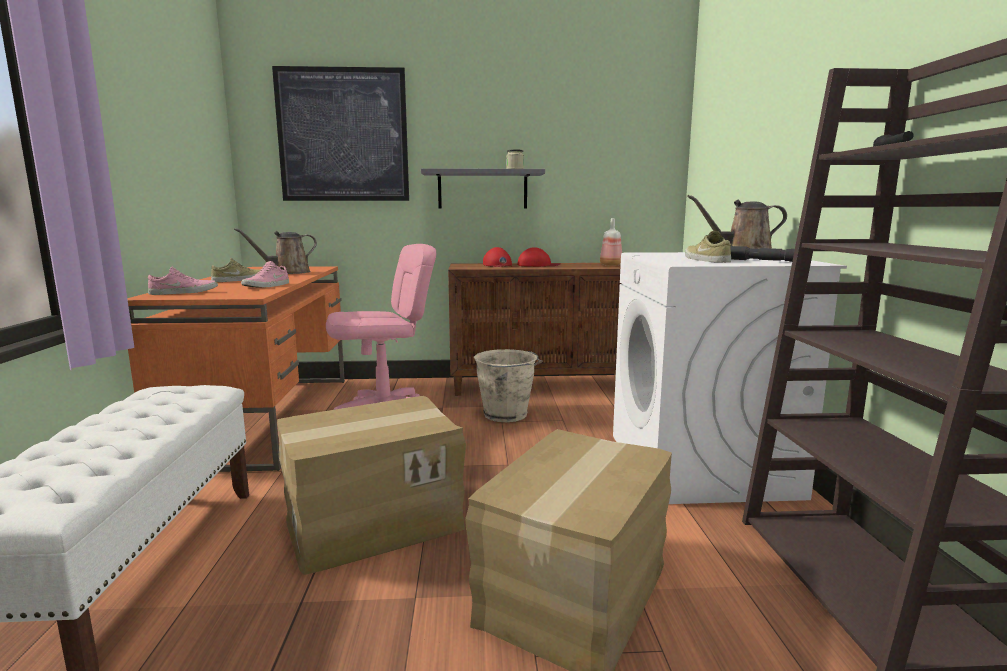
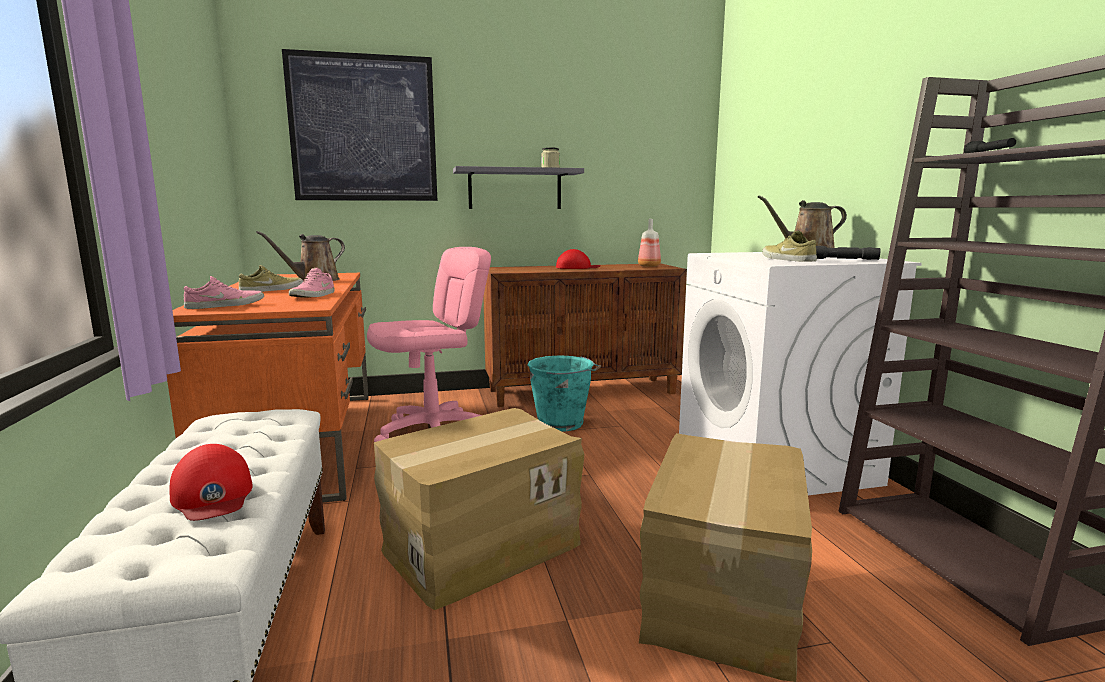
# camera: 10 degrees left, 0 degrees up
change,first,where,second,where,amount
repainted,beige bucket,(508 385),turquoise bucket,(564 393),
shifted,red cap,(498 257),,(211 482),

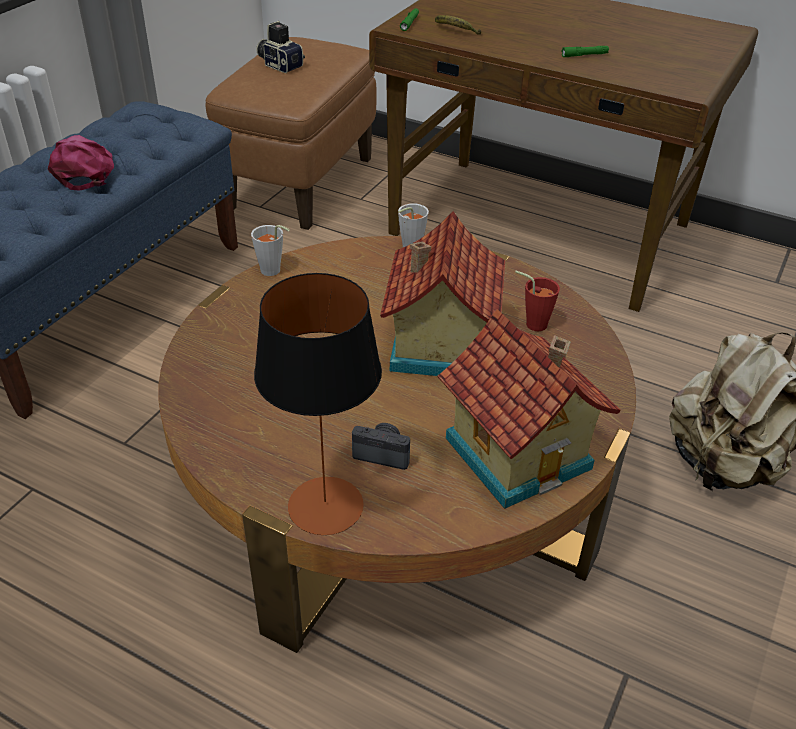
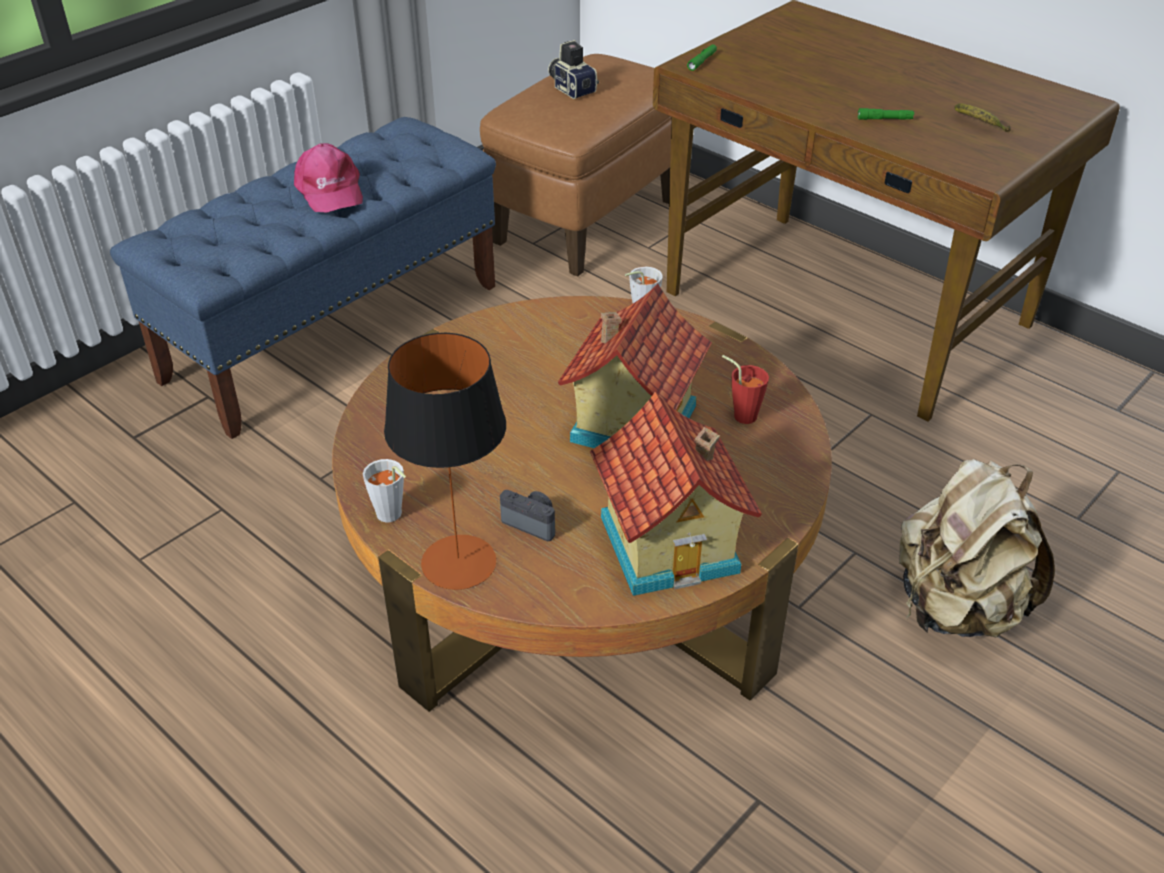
# camera: 15 degrees right, 0 degrees up
change,first,where,second,where,amount
rotated,pink cap,(81 163),,(328 178),150 degrees clockwise
shifted,grey cup,(270 250),,(384 491),
shifted,banana,(458 25),,(982 117),

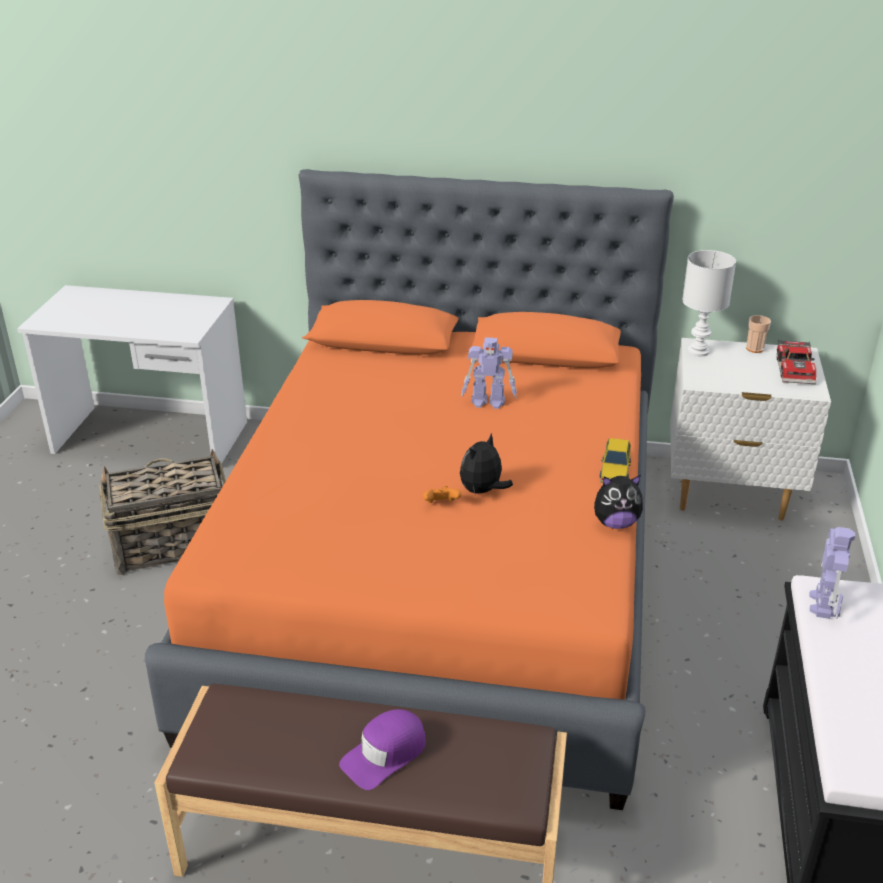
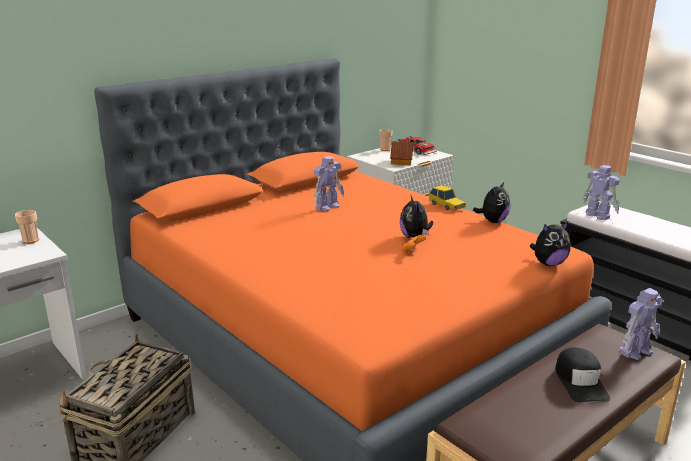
# camera: 50 degrees left, 10 degrees down
change,first,where,second,where,amount
repainted,purple cap,(382 749),black cap,(582 374),
gone,white table lamp,(709 303),,,
new,,,cup,(27 227),
new,,,toy house,(401 153),
new,,,plush toy,(550 243),
new,,,toy robot,(641 324),

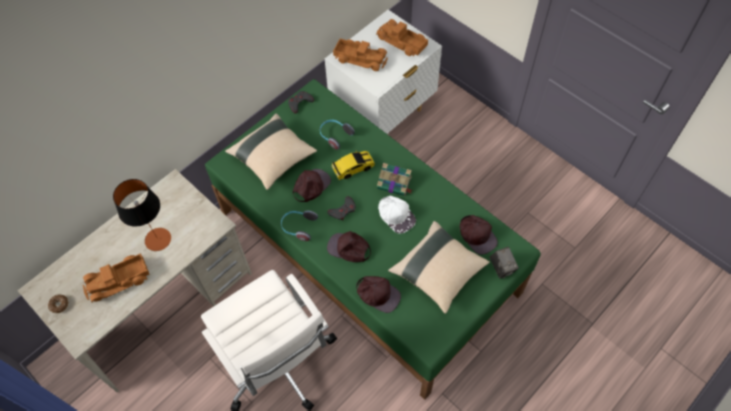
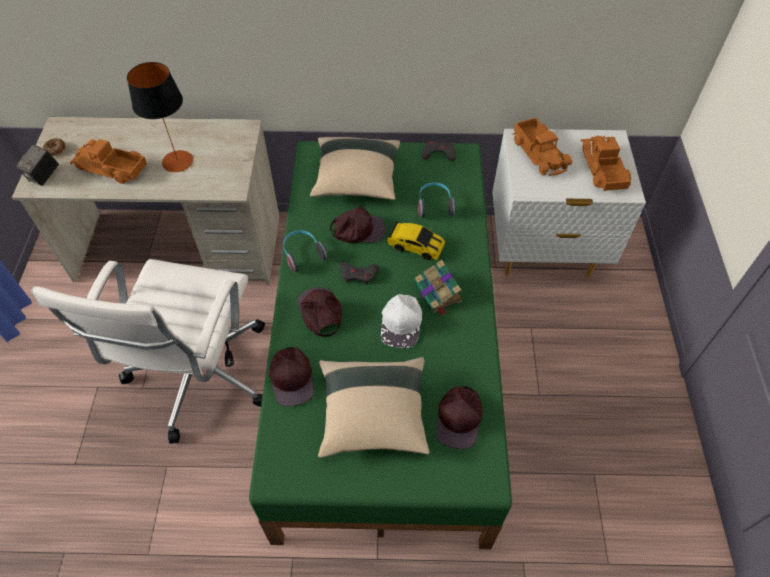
# camera: 45 degrees right, 5 degrees down
change,first,where,second,where,amount
shifted,photo camera,(504 263),,(37 165),

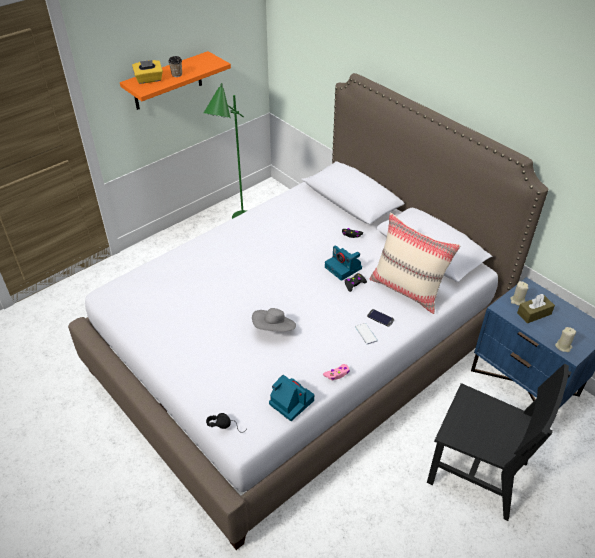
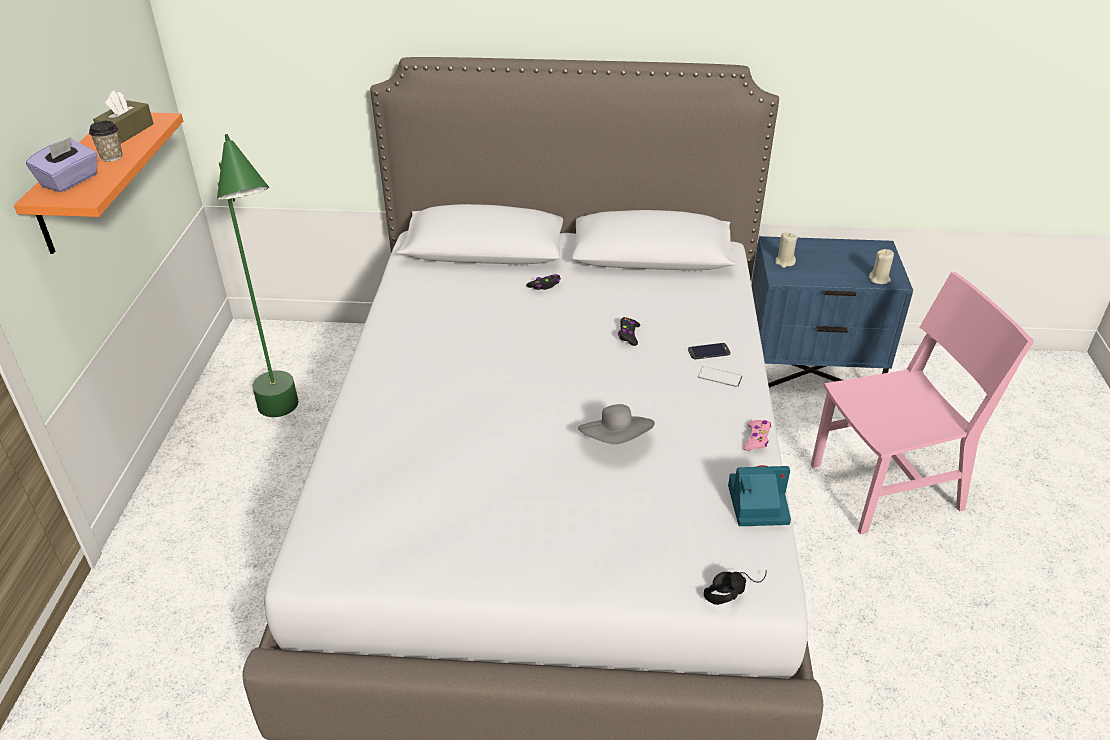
# camera: 45 degrees left, 5 degrees down
change,first,where,second,where,amount
repainted,yellow tissue box,(147 72),purple tissue box,(62 164),
gone,photo camera,(343 263),,,
gone,beige pillow,(415 263),,,
repainted,black chair,(499 442),pink chair,(922 403),
shifted,brown tissue box,(536 308),,(123 117),

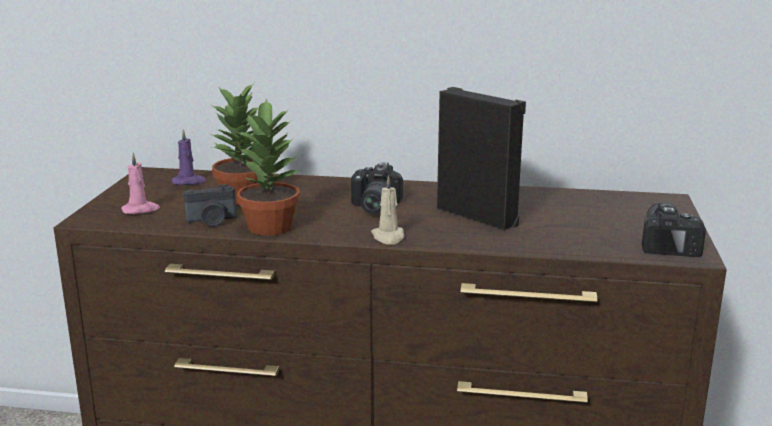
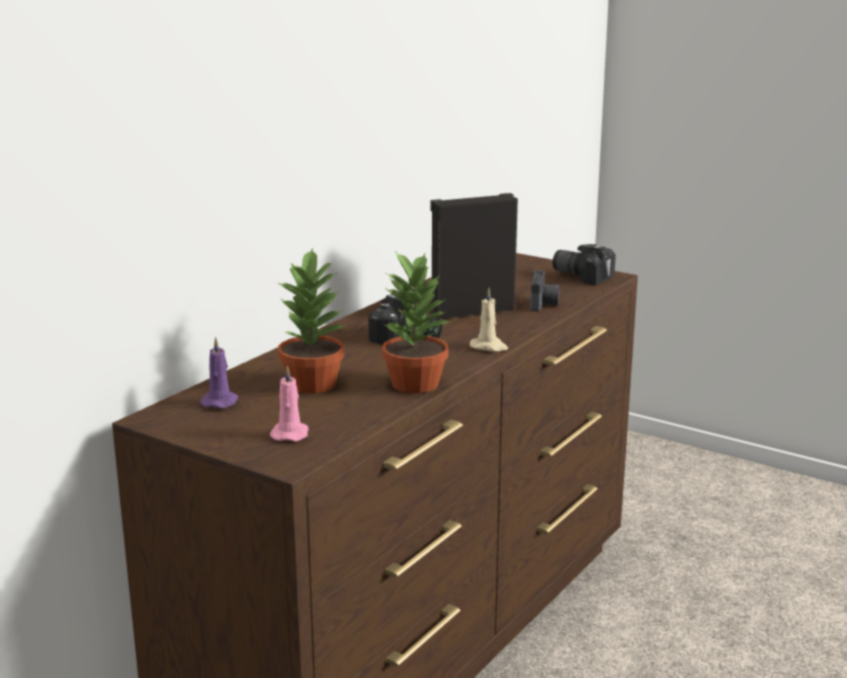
# camera: 65 degrees left, 0 degrees up
change,first,where,second,where,amount
shifted,photo camera,(210 205),,(545 290),

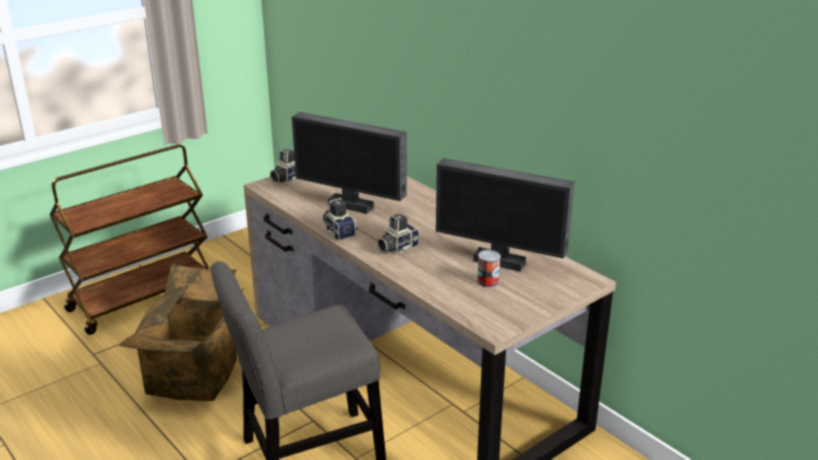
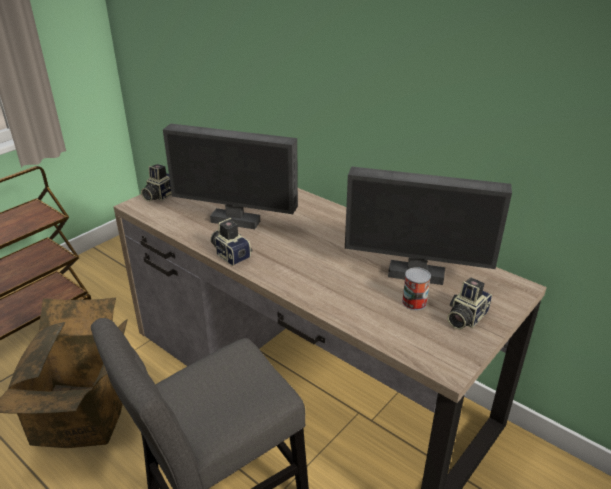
# camera: 10 degrees left, 5 degrees up
change,first,where,second,where,amount
shifted,photo camera,(398 234),,(469 303),

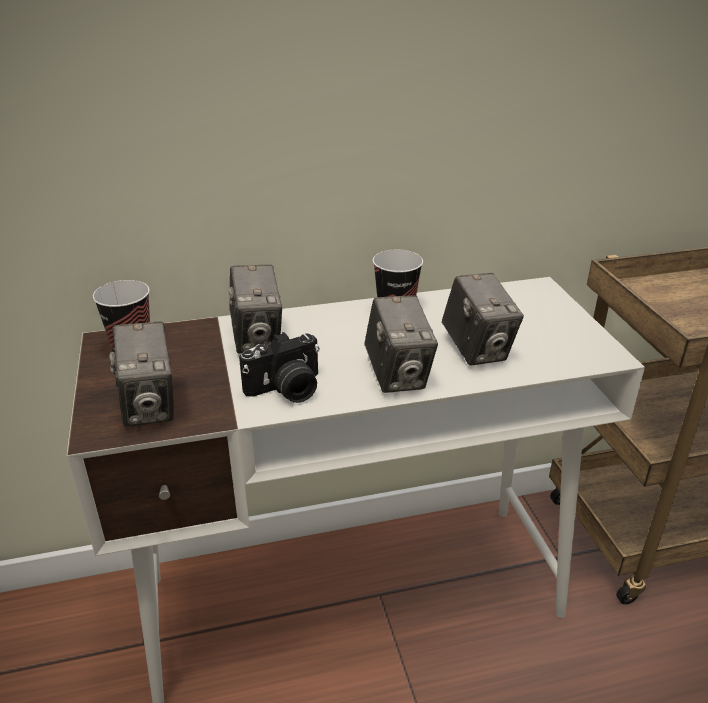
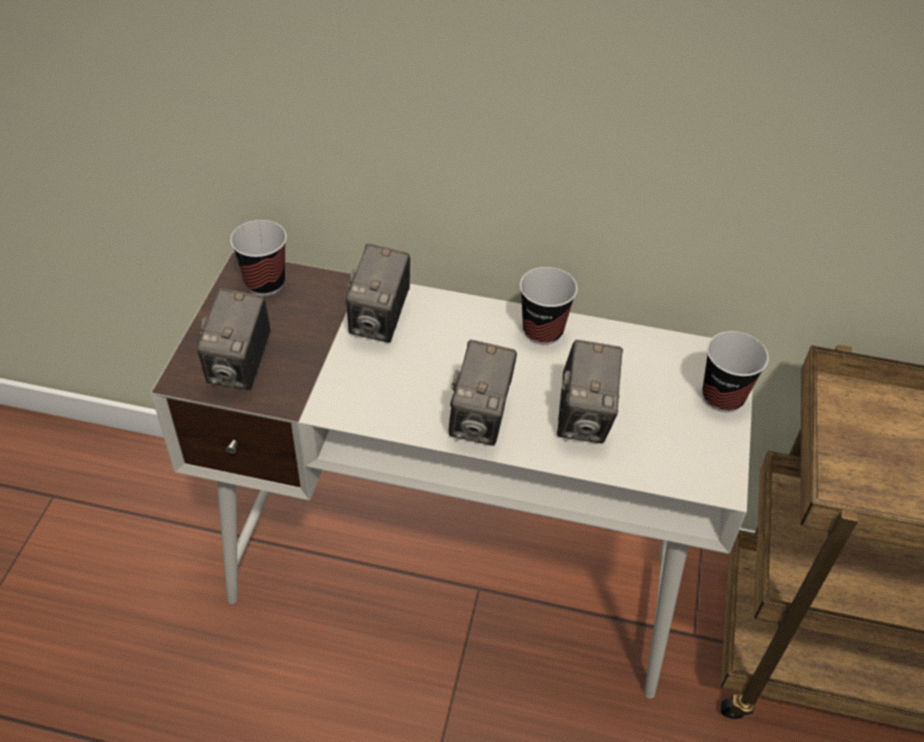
# camera: 25 degrees right, 15 degrees up
change,first,where,second,where,amount
gone,photo camera,(279 367),,,
new,,,cup,(735 371),

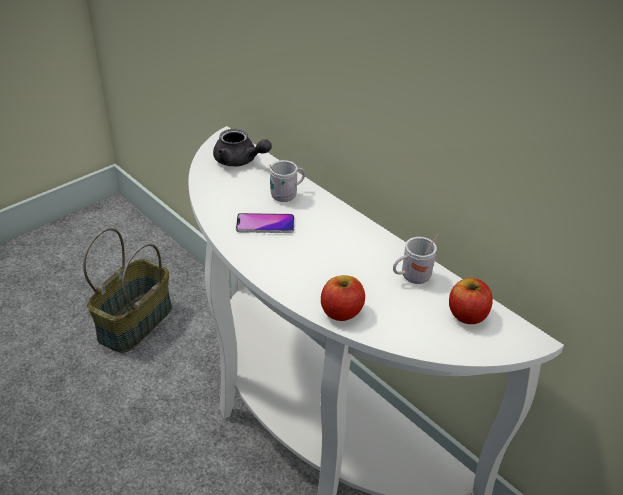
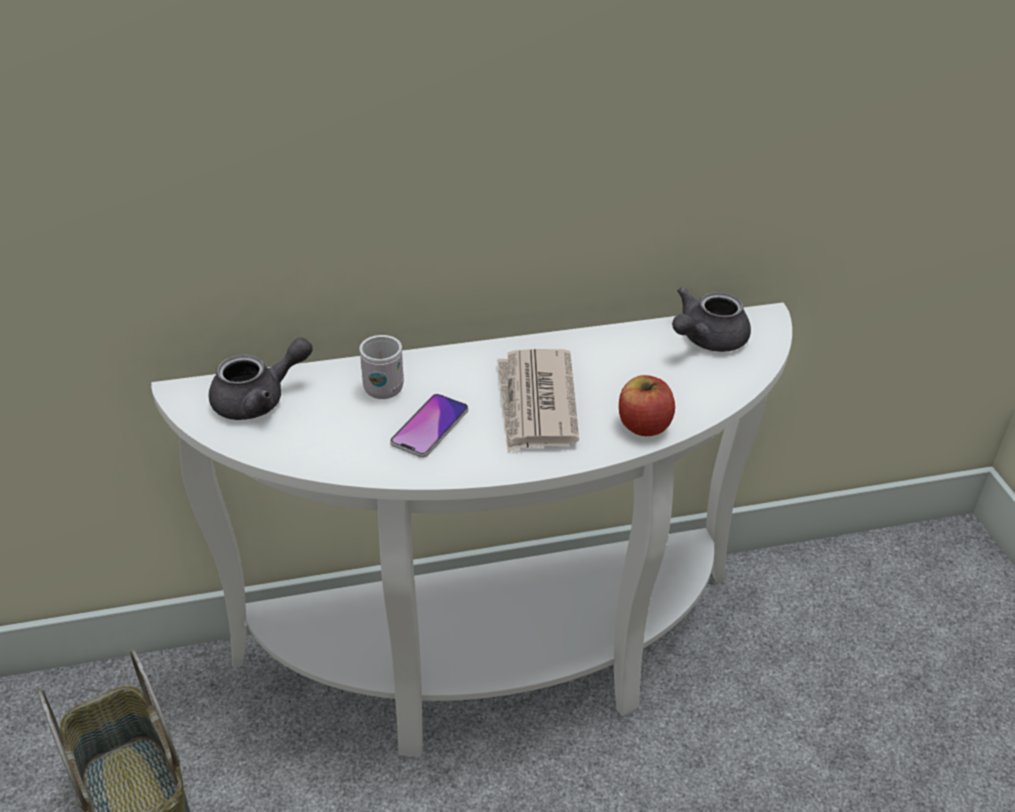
# camera: 60 degrees left, 0 degrees up
change,first,where,second,where,amount
gone,white mug,(416 259),,,
swapped,apple,(471 301),grey teapot,(711 319),
new,,,newspaper,(538 400),

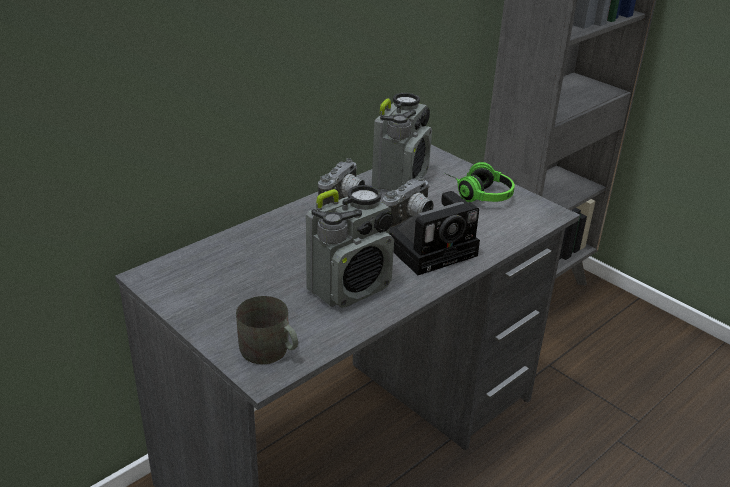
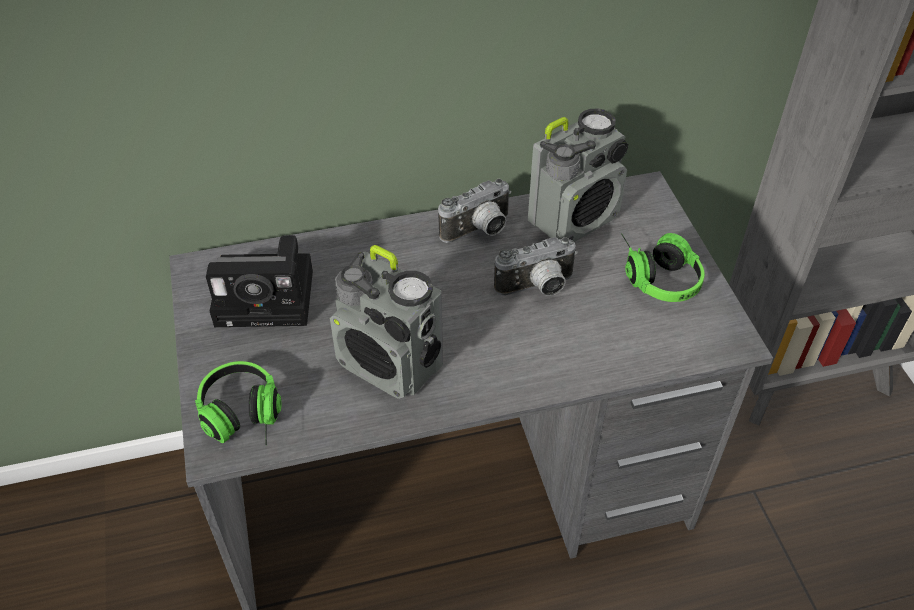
# camera: 30 degrees right, 15 degrees up
change,first,where,second,where,amount
swapped,grey mug,(267 330),headphones,(238 403),
rotated,radio,(350 246),,(386 322),45 degrees clockwise
shifted,photo camera,(434 233),,(259 281),

